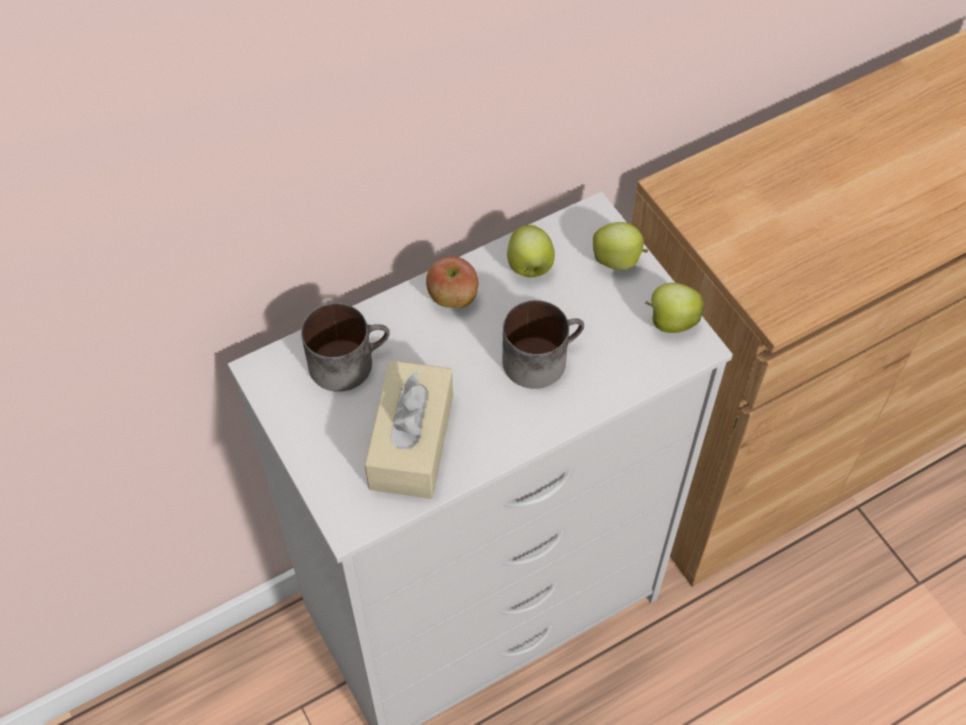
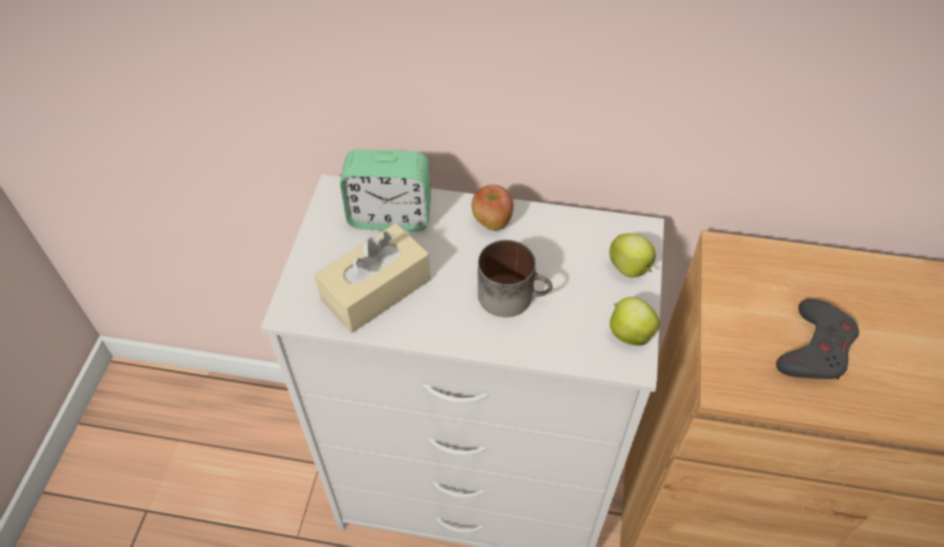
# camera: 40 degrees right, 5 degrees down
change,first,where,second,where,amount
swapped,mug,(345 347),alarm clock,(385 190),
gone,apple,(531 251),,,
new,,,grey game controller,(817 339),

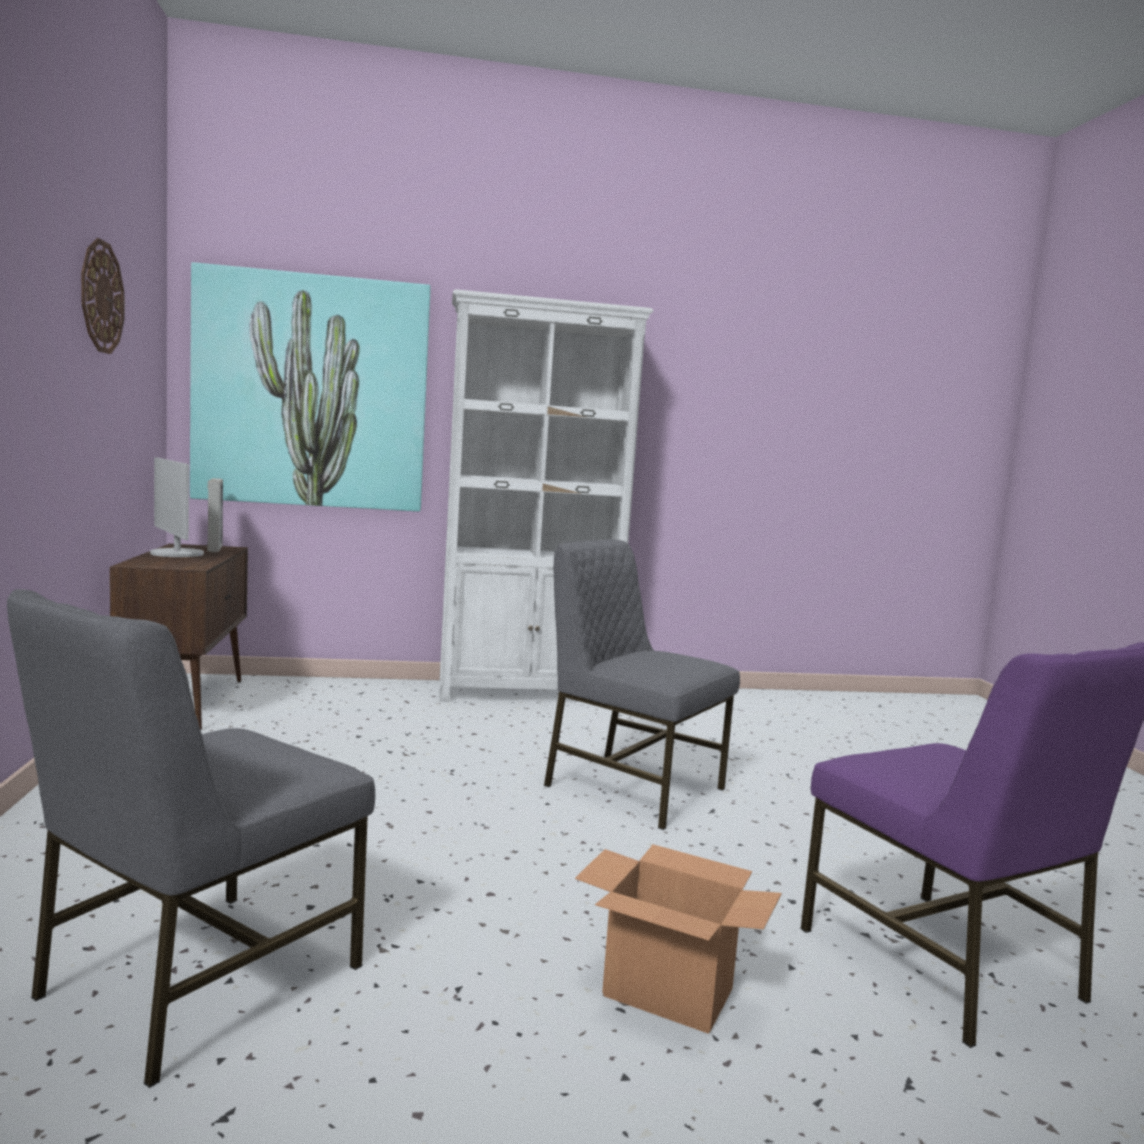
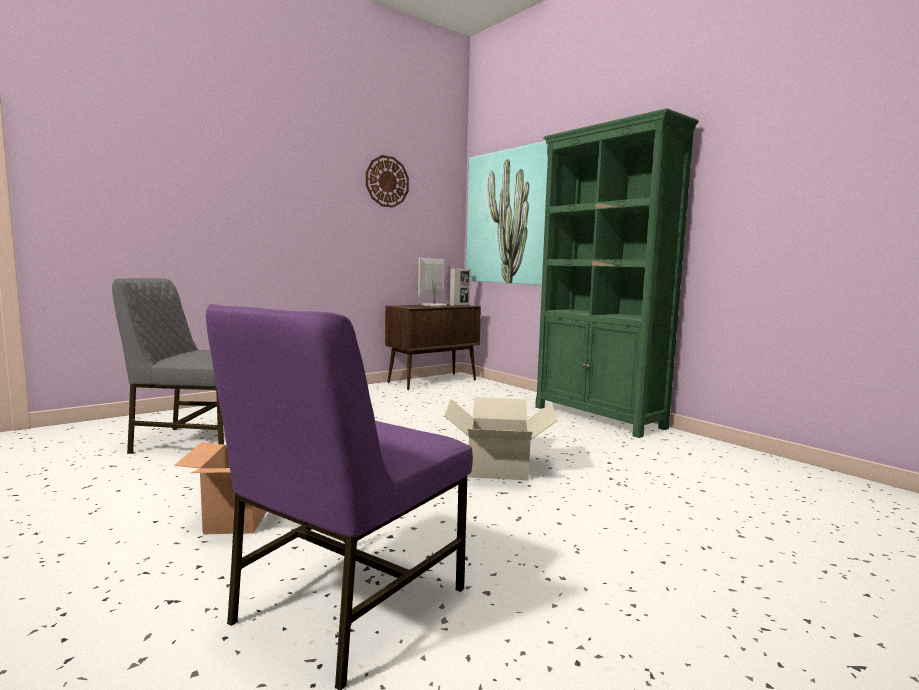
# camera: 60 degrees right, 0 degrees up
change,first,where,second,where,amount
repainted,white bookcase,(546 495),green bookcase,(617 273),
swapped,grey chair,(642 684),cardboard box,(501 438),

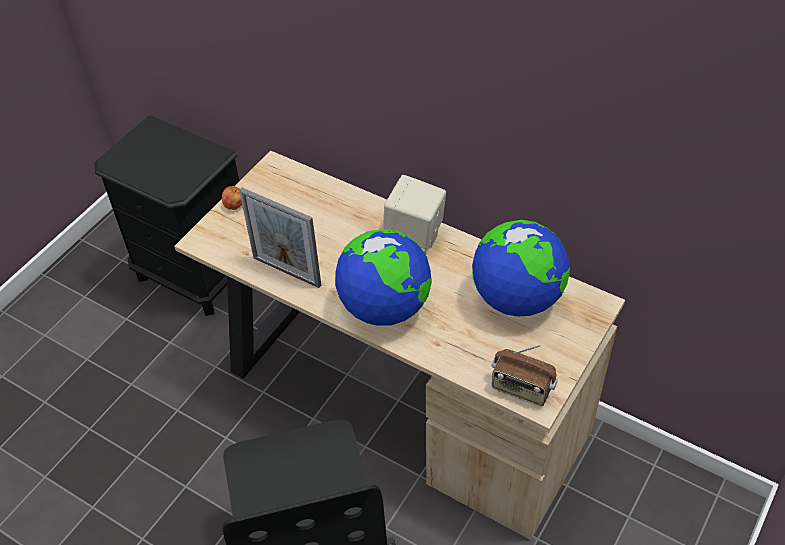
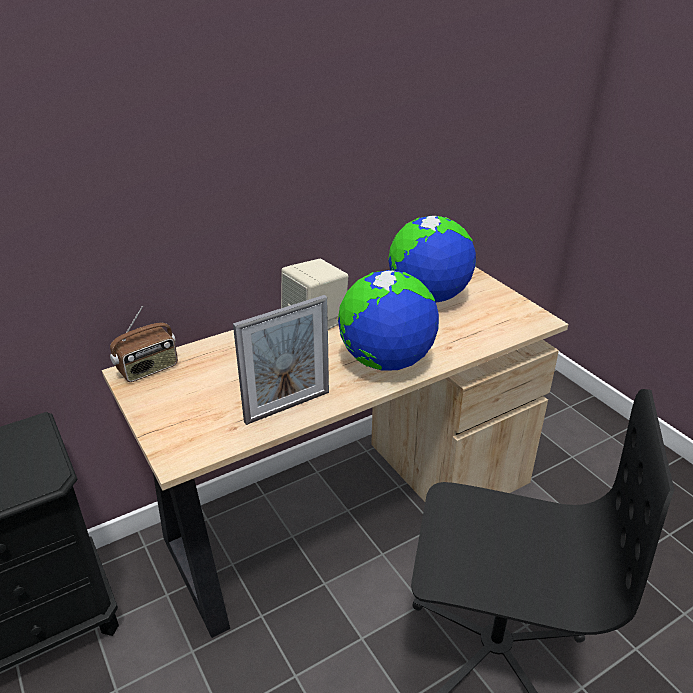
# camera: 65 degrees left, 15 degrees down
change,first,where,second,where,amount
gone,apple,(232 198),,,
shifted,radio,(525 375),,(144 344),

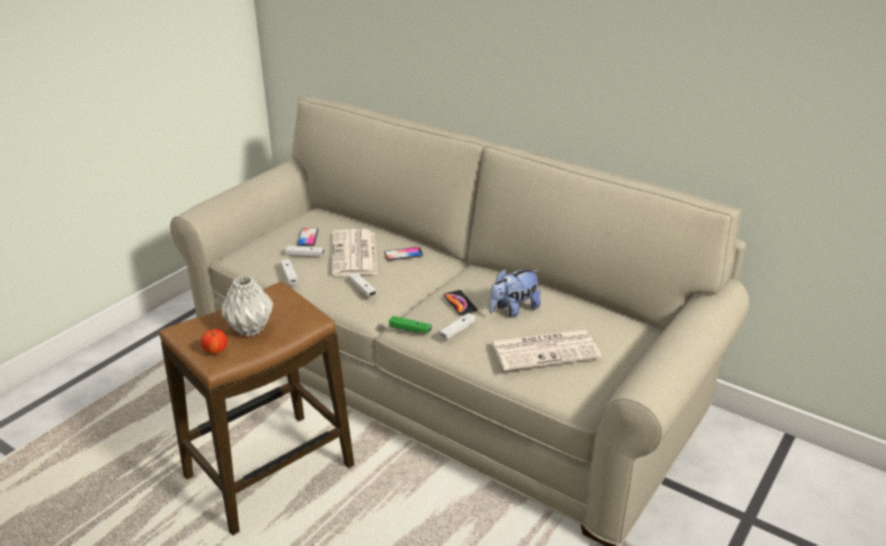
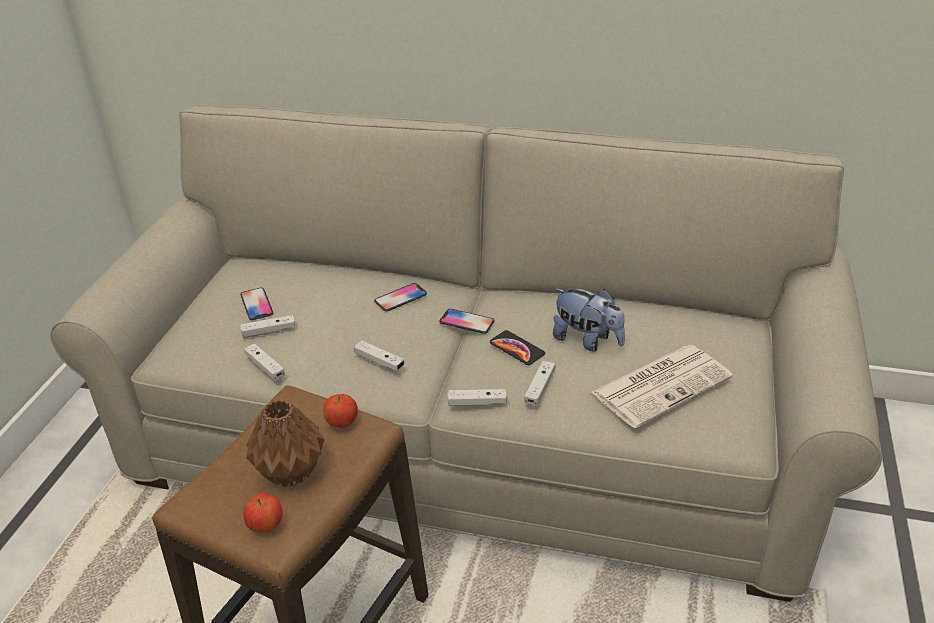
# camera: 20 degrees left, 5 degrees up
change,first,where,second,where,amount
repainted,grey vase,(247 305),brown vase,(285 443),
gone,newspaper,(354 252),,,
repainted,green game controller,(410 325),white game controller,(477 397),
rotated,plush toy,(515 293),,(589 320),90 degrees counterclockwise
new,,,apple,(340 411),
new,,,phone,(467 321),

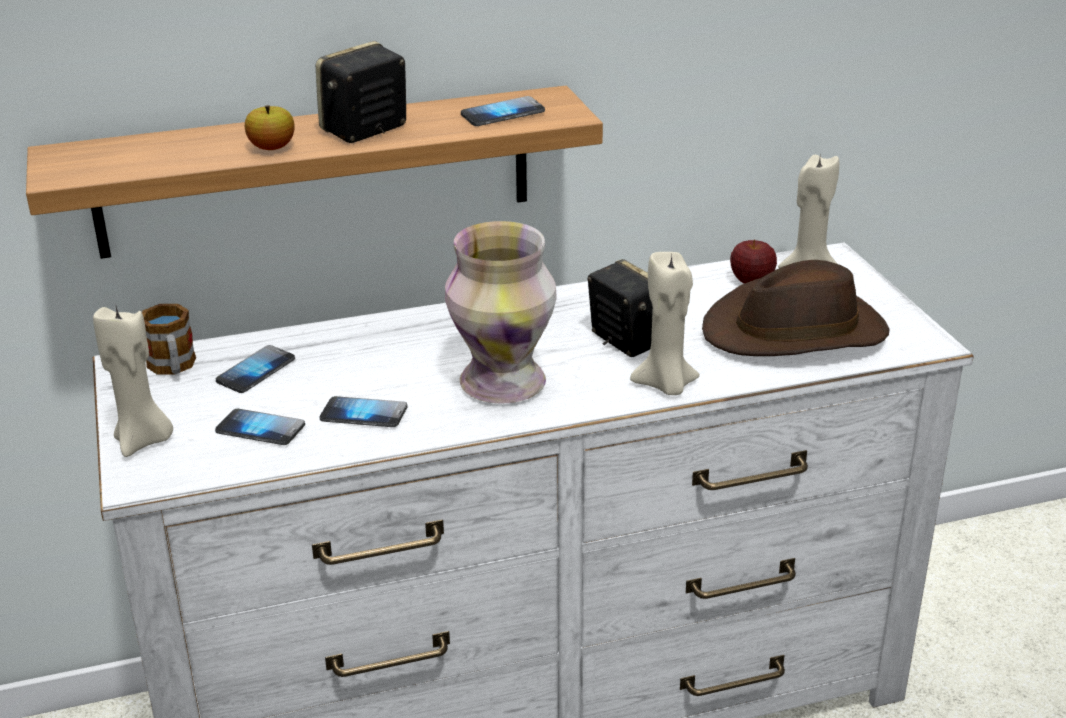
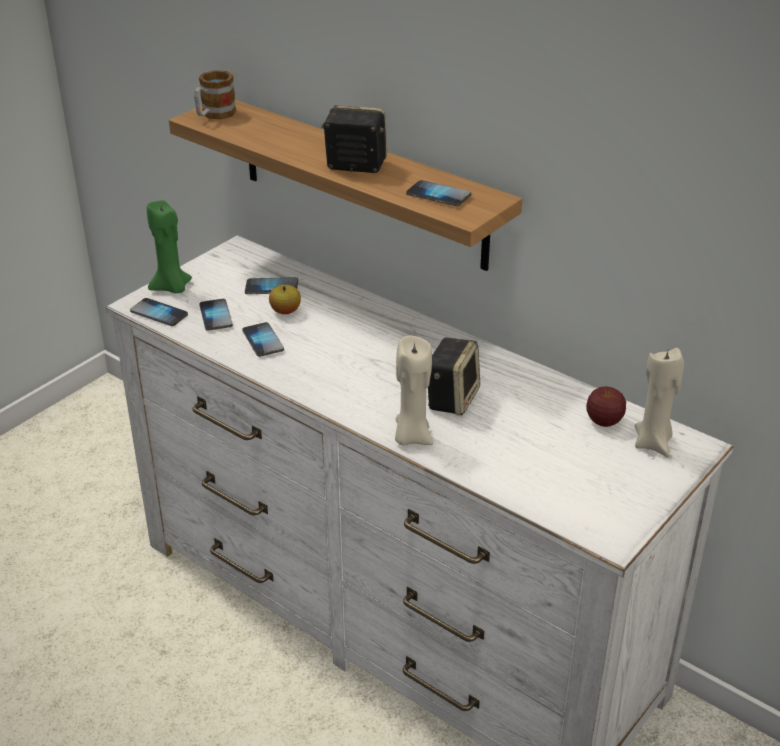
# camera: 55 degrees right, 5 degrees up
change,first,where,second,where,amount
repainted,beige candle,(133 382),green candle,(169 246),
shifted,mug,(169 339),,(215 94),
shifted,apple,(270 127),,(285 299),
gone,vase,(501 312),,,
gone,brown hat,(796 308),,,
new,,,phone,(159 312),

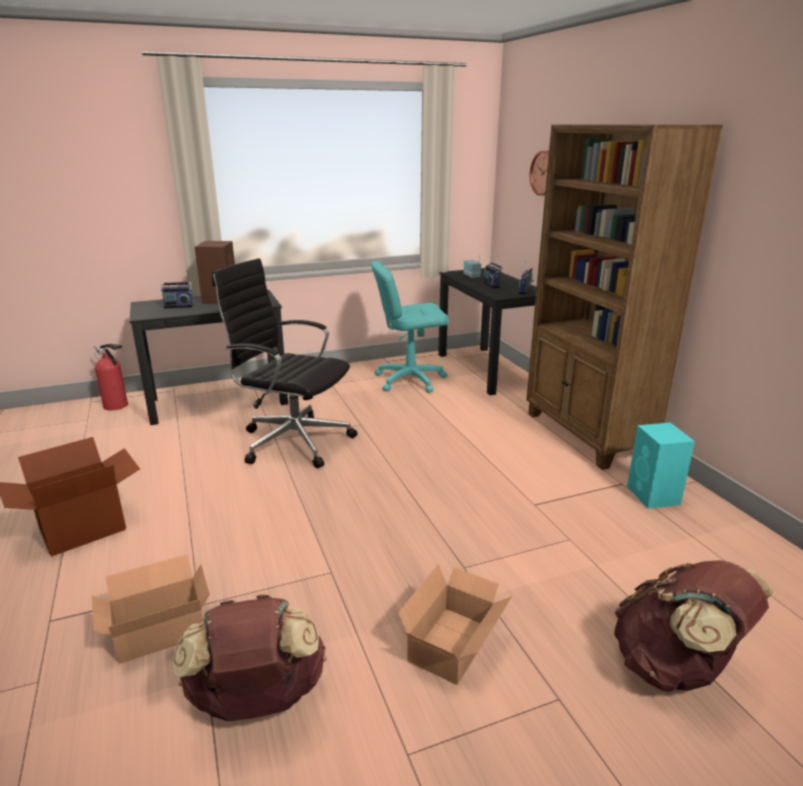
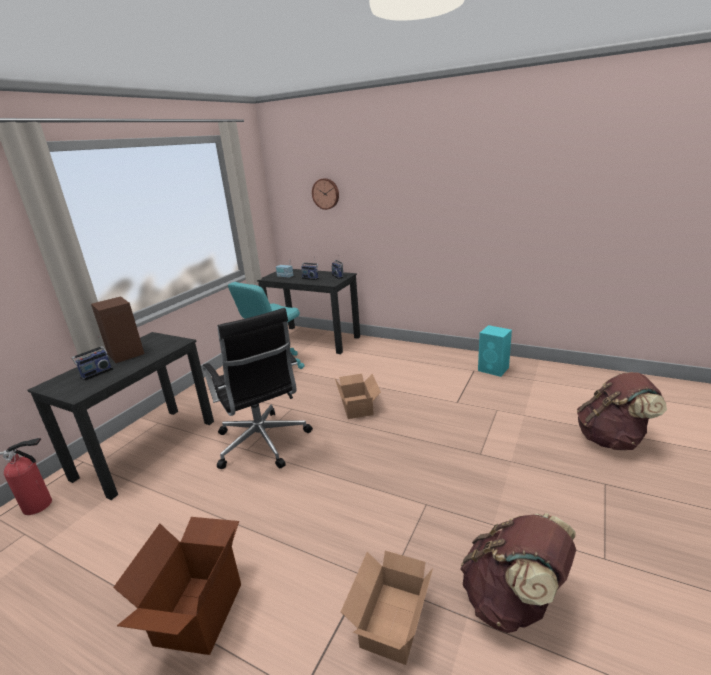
# camera: 40 degrees left, 0 degrees up
change,first,where,second,where,amount
rotated,black office chair,(285 363),,(258 388),105 degrees counterclockwise
shifted,cardboard box,(455 624),,(357 396),
gone,brown bookcase,(624 297),,,

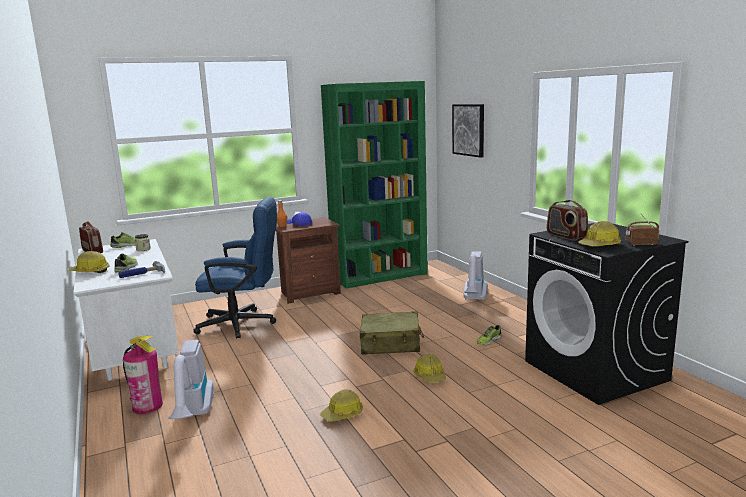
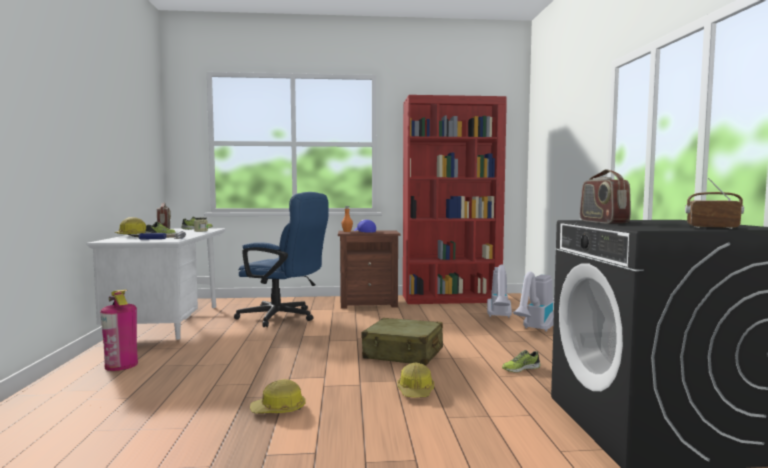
# camera: 20 degrees right, 10 degrees down
change,first,where,second,where,amount
shifted,vacuum cleaner,(191 379),,(499 291),
repainted,green bookcase,(374 185),red bookcase,(455 199),
gone,picture,(468 131),,,
gone,hard hat,(599 233),,,

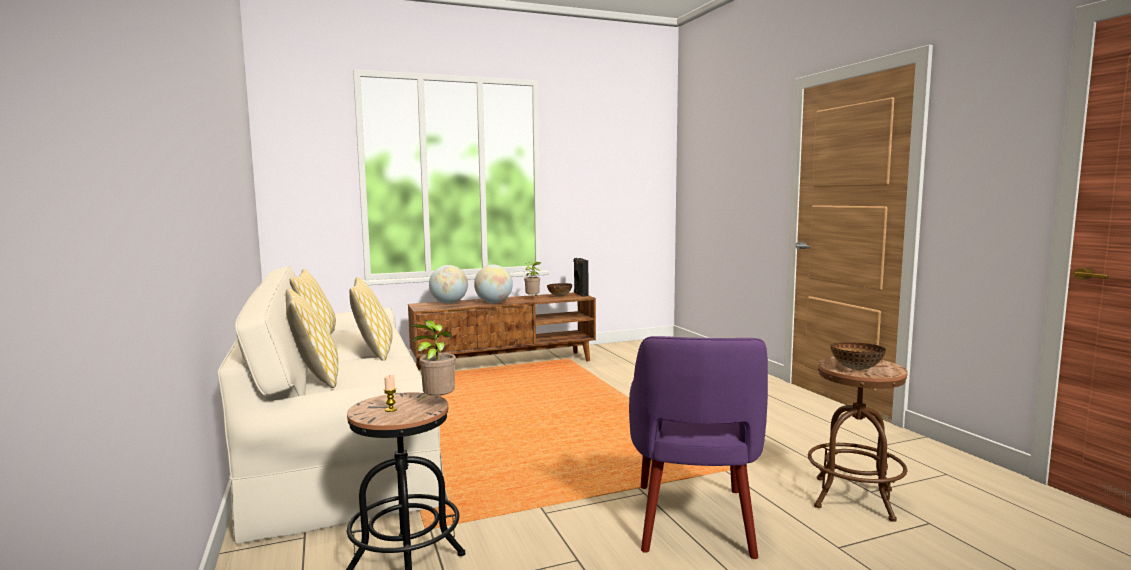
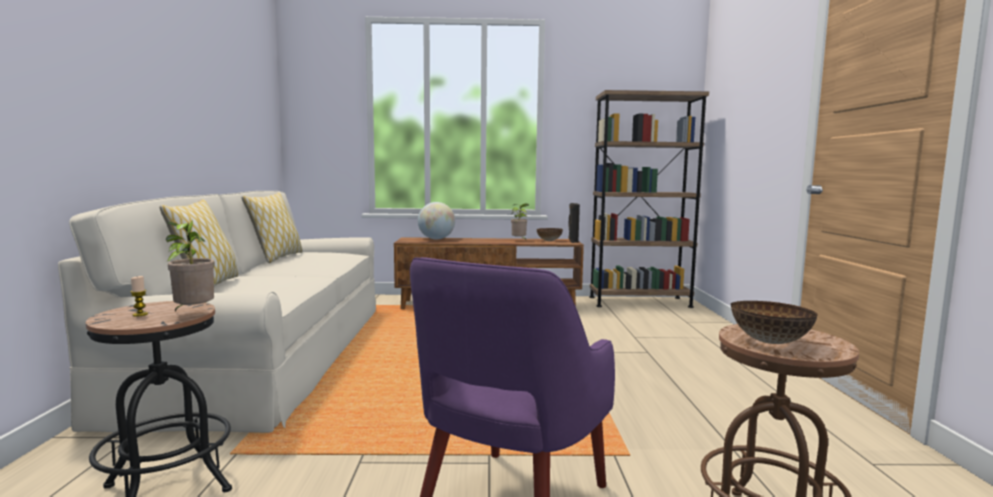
# camera: 20 degrees right, 0 degrees up
change,first,where,second,where,amount
gone,pillow,(371 319),,,
gone,globe,(493 284),,,
new,,,brown bookcase,(649 199),

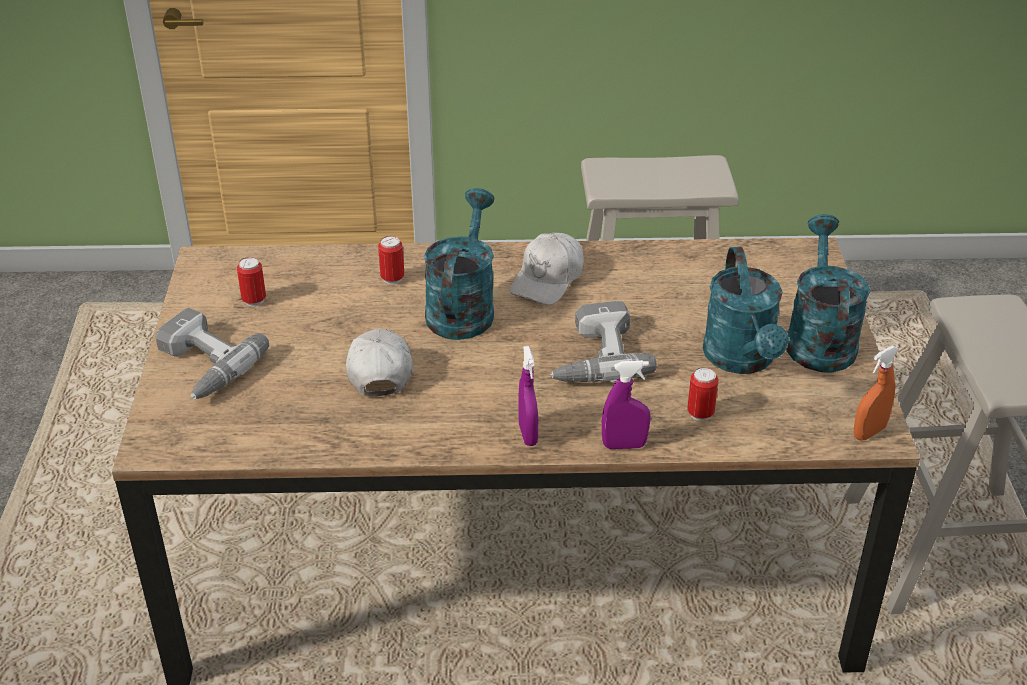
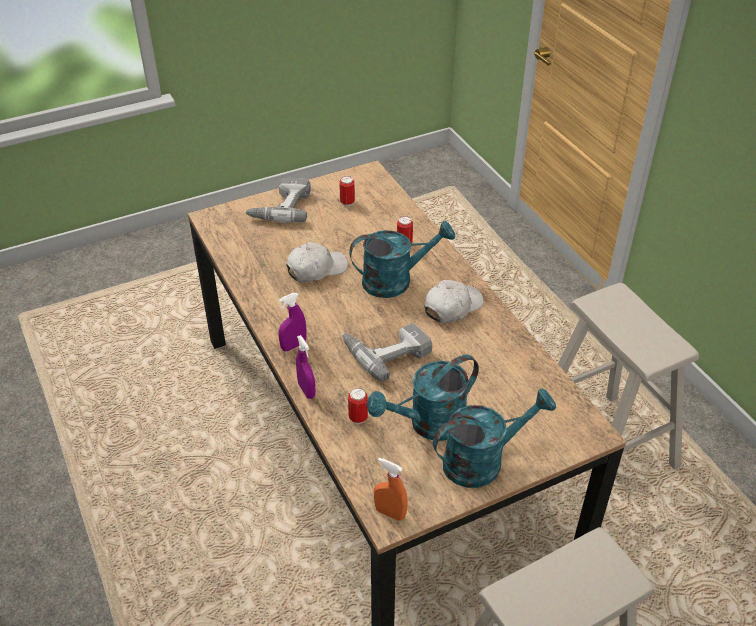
# camera: 65 degrees right, 5 degrees up
change,first,where,second,where,amount
rotated,white cap,(546 269),,(454 301),135 degrees clockwise

